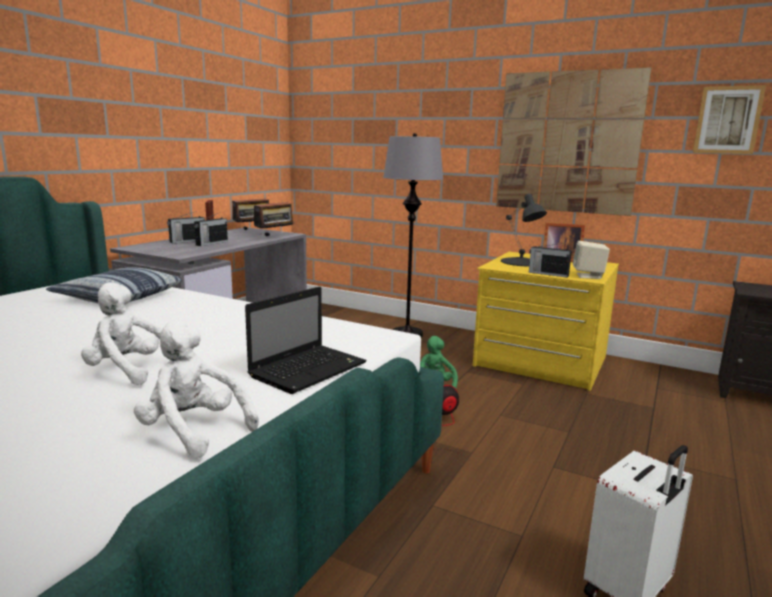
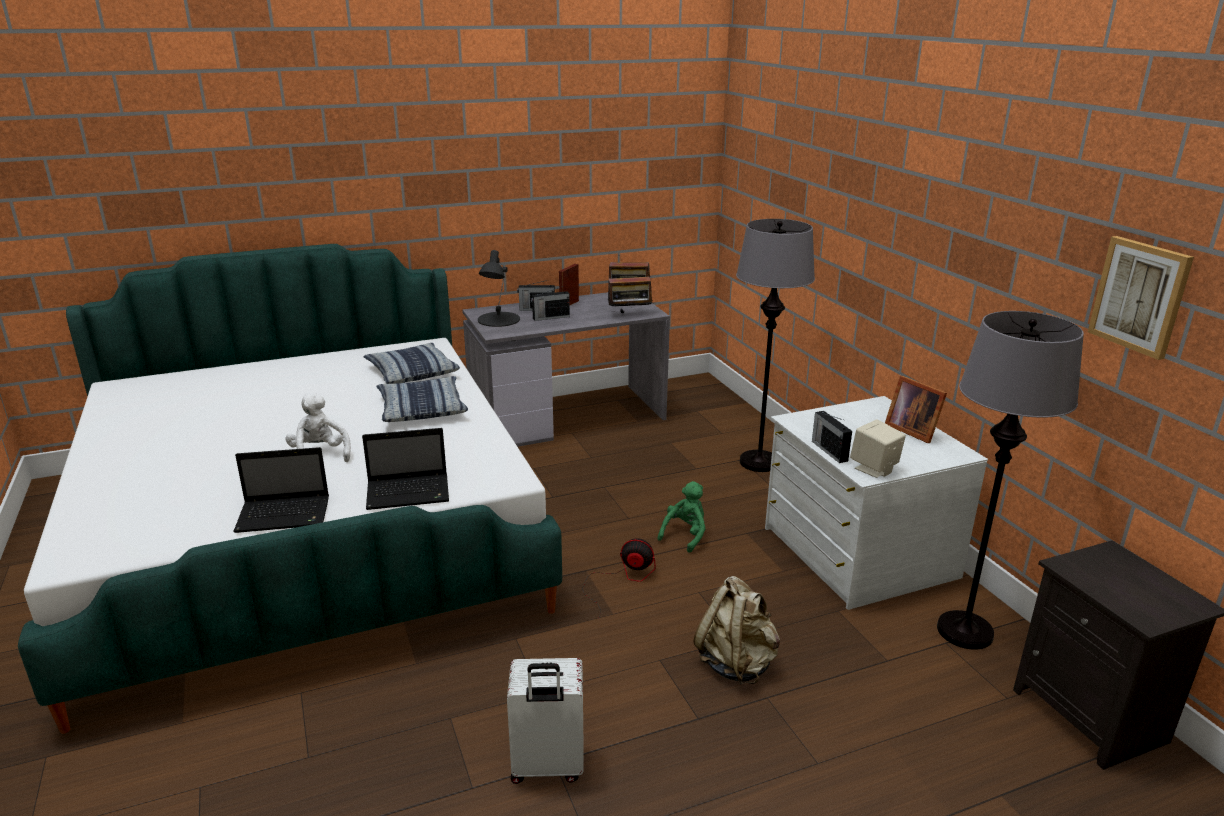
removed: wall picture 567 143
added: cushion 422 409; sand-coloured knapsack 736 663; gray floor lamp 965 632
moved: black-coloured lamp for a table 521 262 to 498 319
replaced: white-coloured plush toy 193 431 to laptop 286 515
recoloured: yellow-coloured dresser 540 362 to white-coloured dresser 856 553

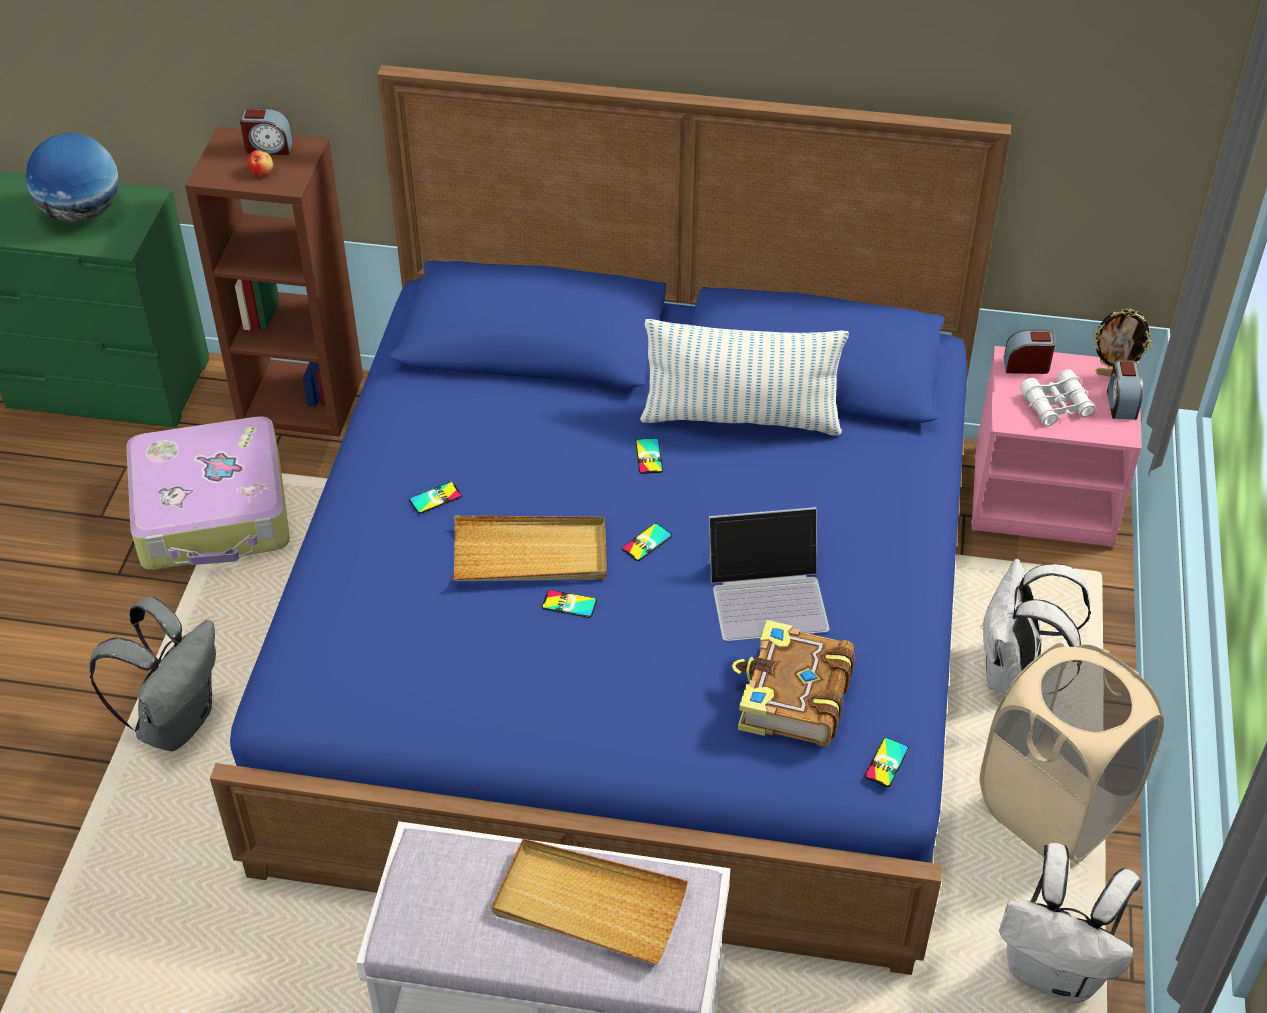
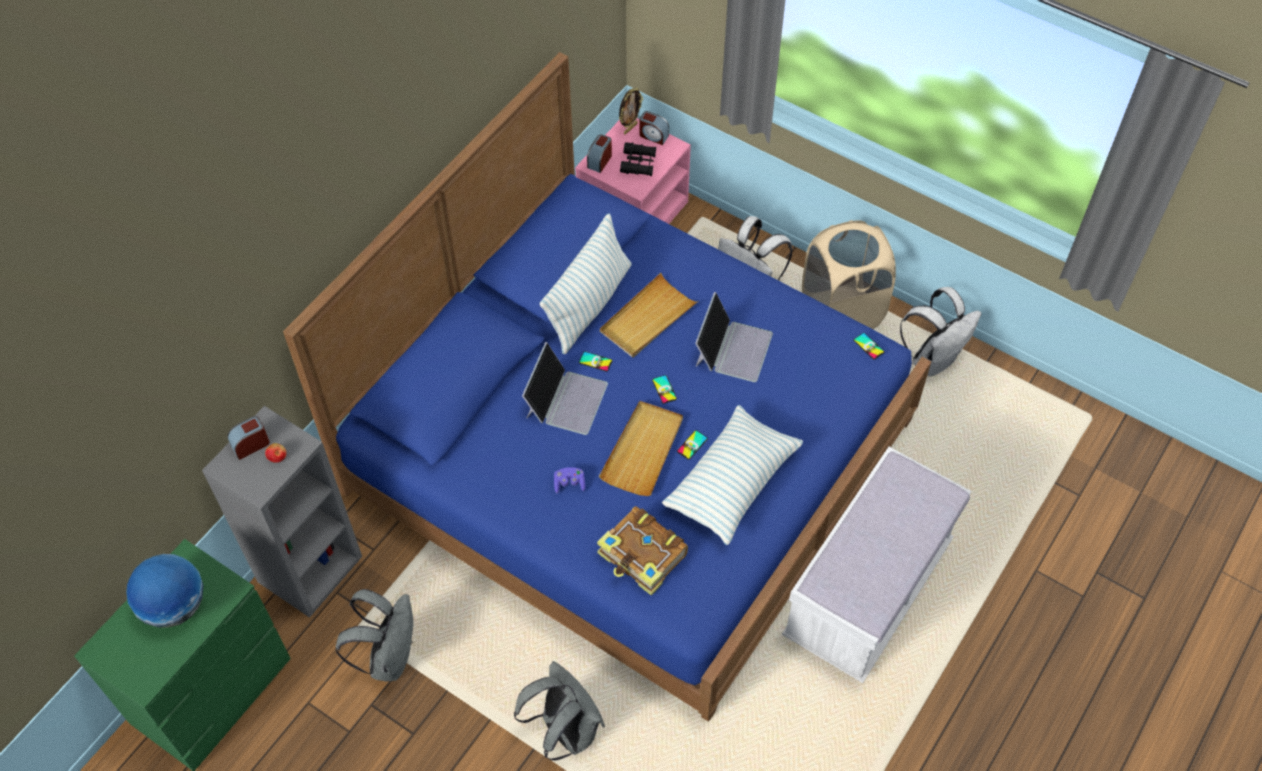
added: laptop 566 399; cushion 732 483
moved: volume 792 698 to 642 557; sand-coloured tray 588 904 to 647 318
replaced: piece of luggage 213 512 to gray knapsack 389 656; phone 435 498 to purple-coloured joypad 569 483
recoloured: brown bookshelf 302 399 to gray bookshelf 310 568; white-coloured field glasses 1056 405 to black-coloured field glasses 638 163
turned: table clock 268 147 = 251 444 150 degrees counterclockwise

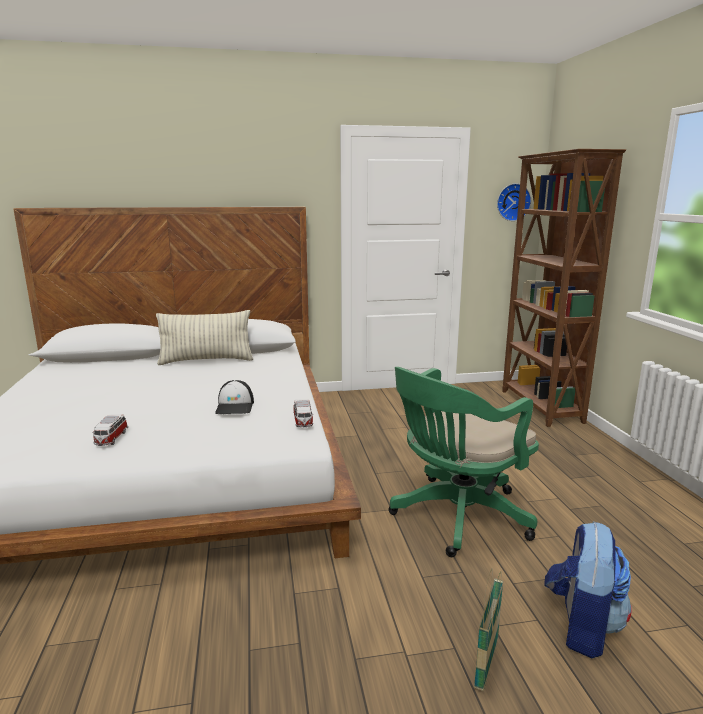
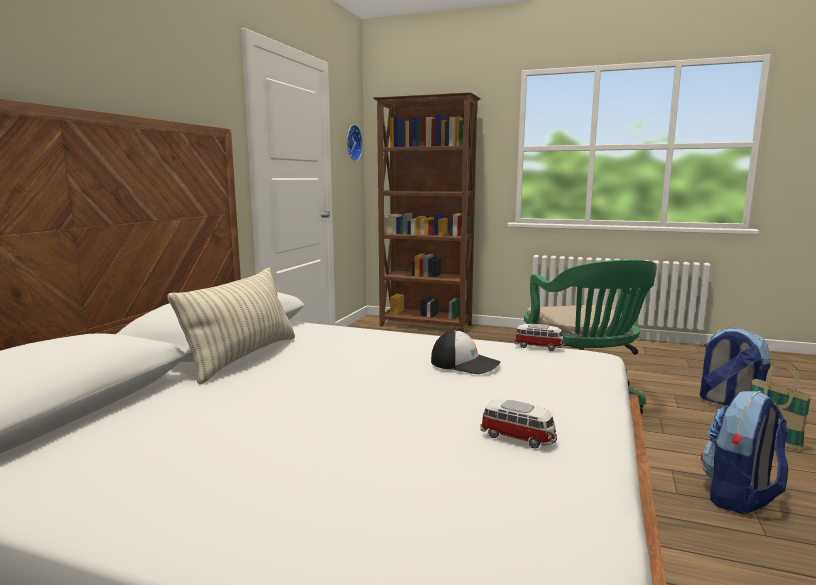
added: knapsack 740 497

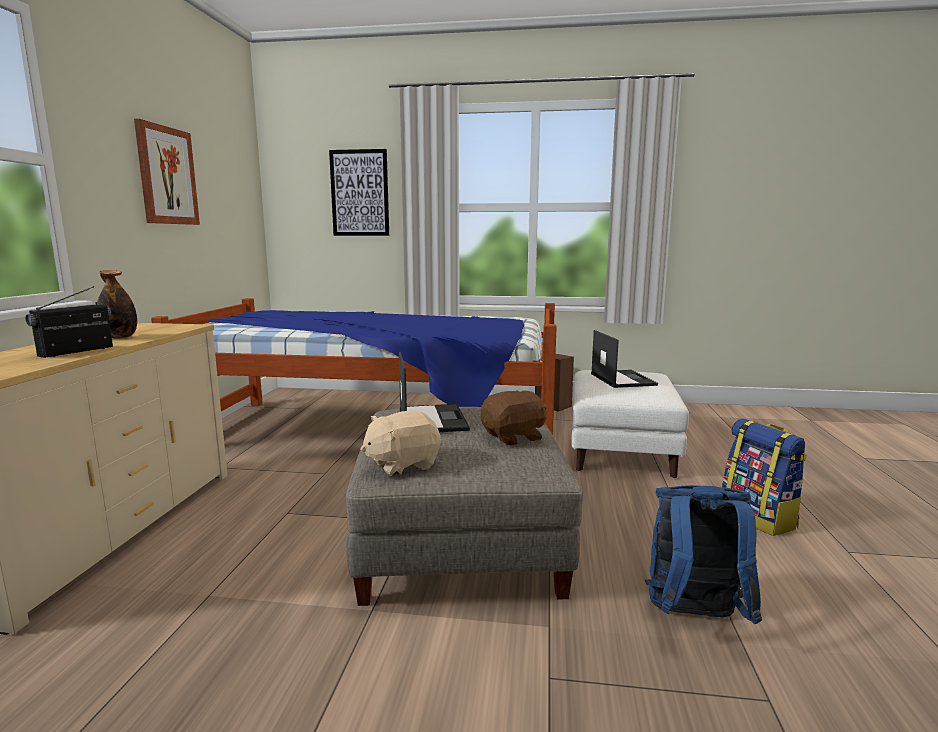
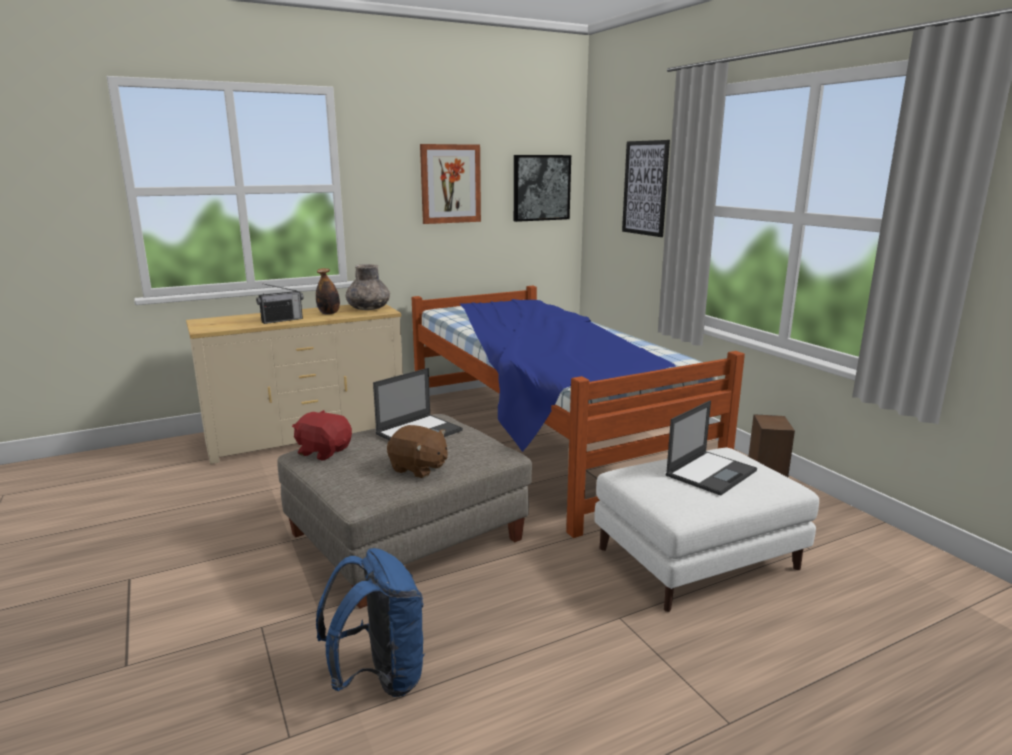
removed: knapsack 759 518
added: gray vase 368 309; wall picture 541 188
recoloured: sand-coloured plush toy 402 464 to red plush toy 324 451
turned: radio receiver 77 351 = 282 320 150 degrees clockwise

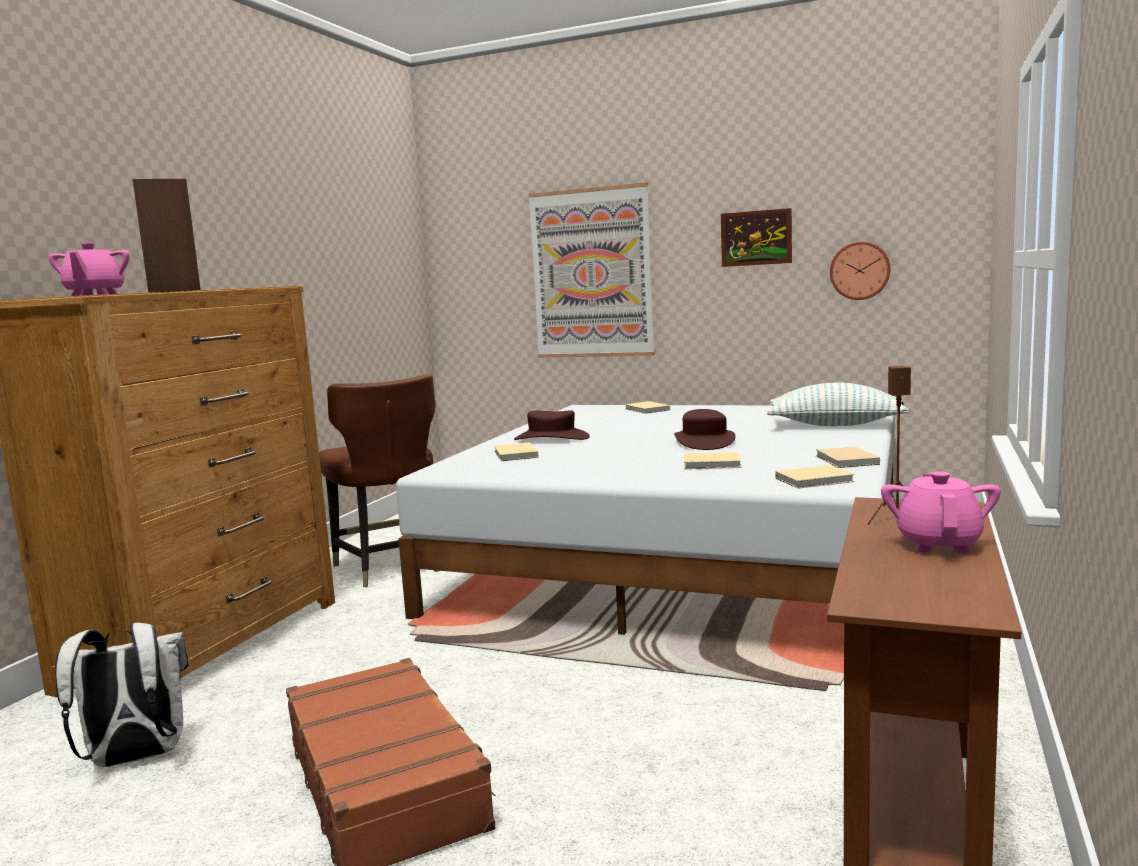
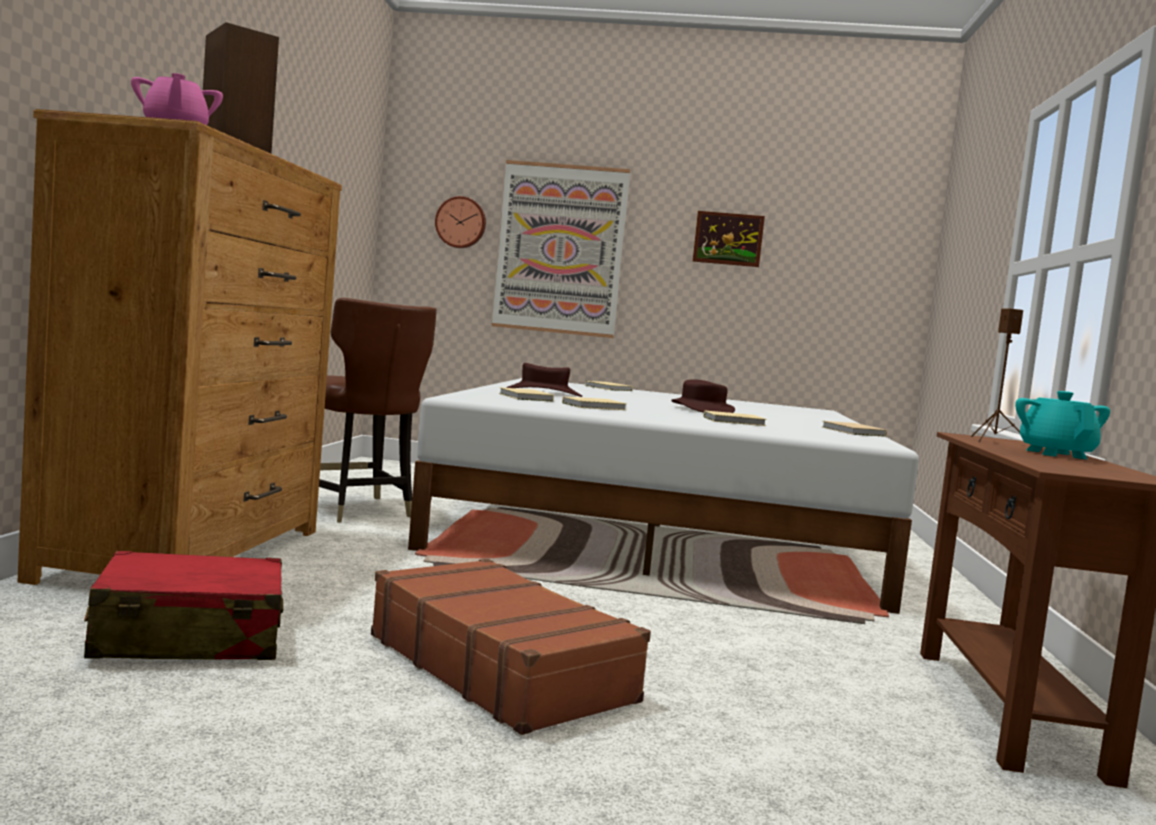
removed: cushion 835 425
moved: clock on the wall 860 270 to 461 222; sand-coloured volume 816 480 to 595 406
replaced: white-coloured knapsack 134 759 to red piece of luggage 188 638
recoloured: pink tea pot 939 544 to blue-green tea pot 1056 454

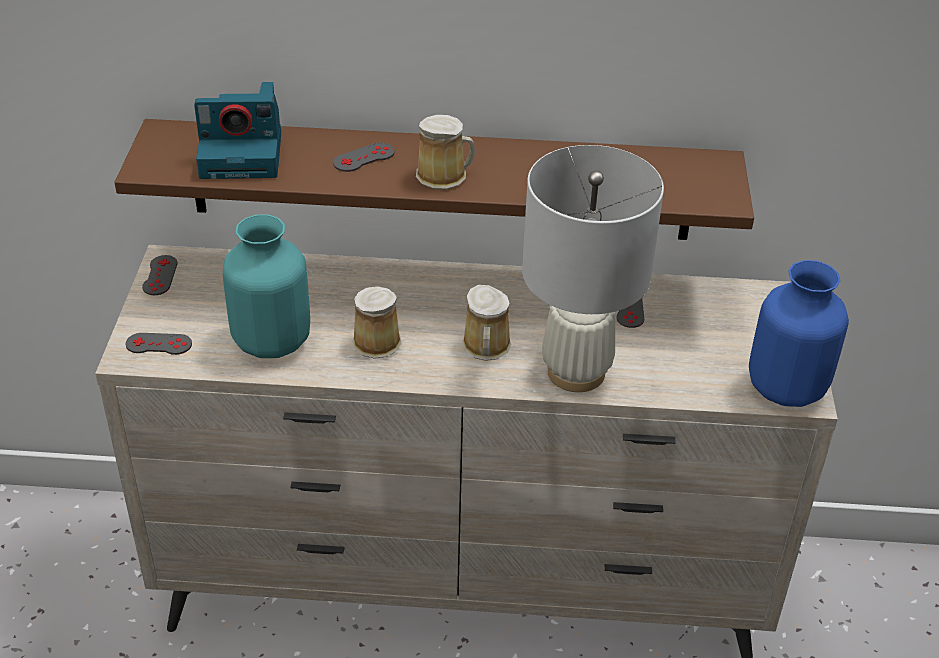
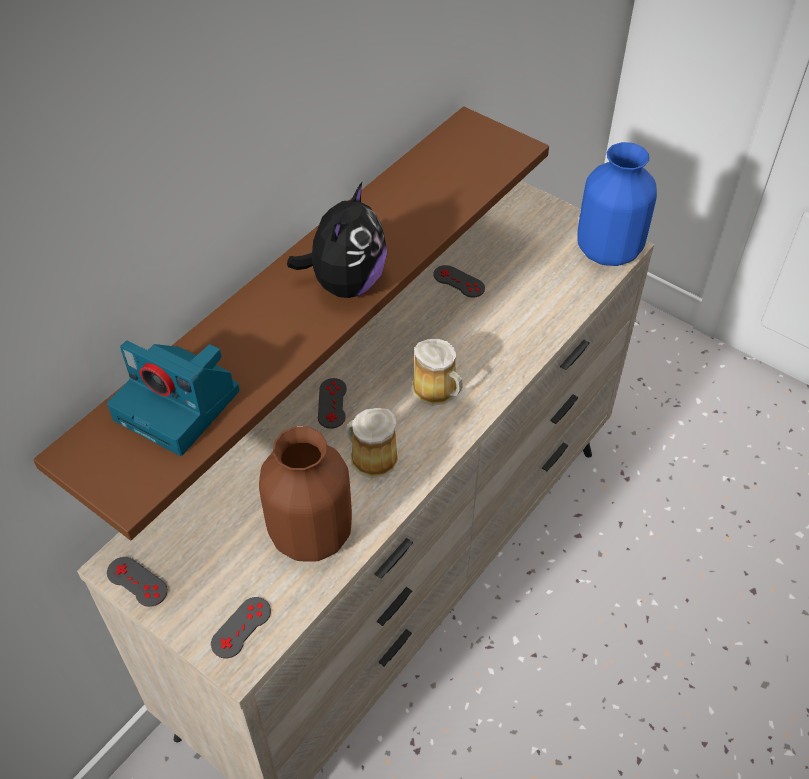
removed: white-coloured lamp for a table 576 372
moved: gray joypad 364 158 to 332 403
replaced: tea mug 444 176 to plush toy 345 283
recoloured: blue-green vase 270 341 to brown vase 310 535
turned: photo camera 244 154 = 180 405 90 degrees clockwise

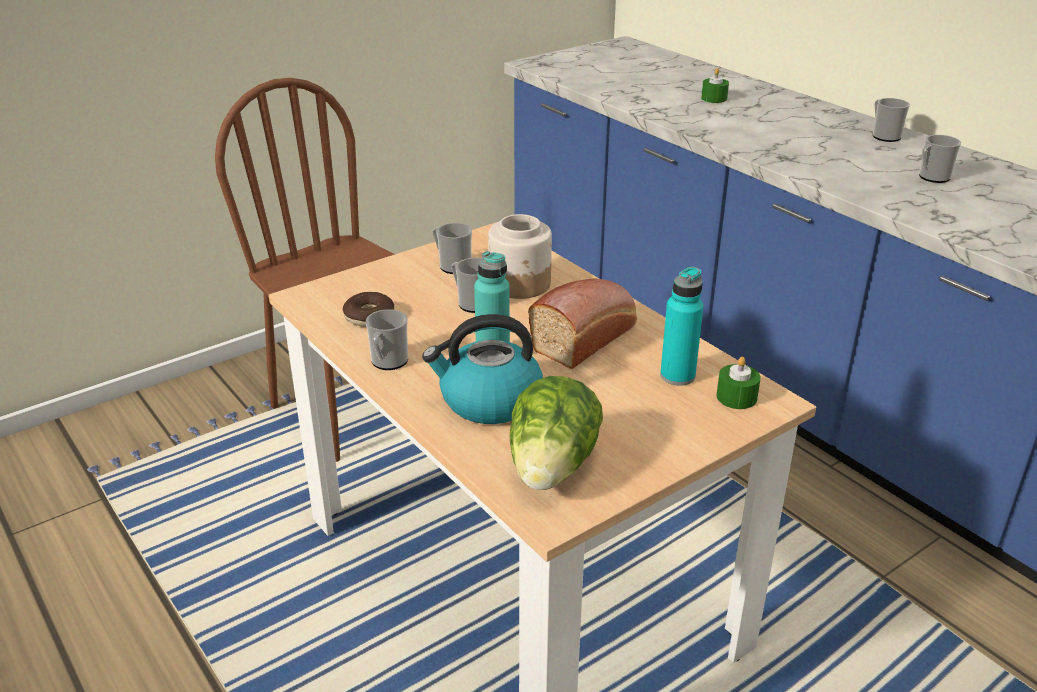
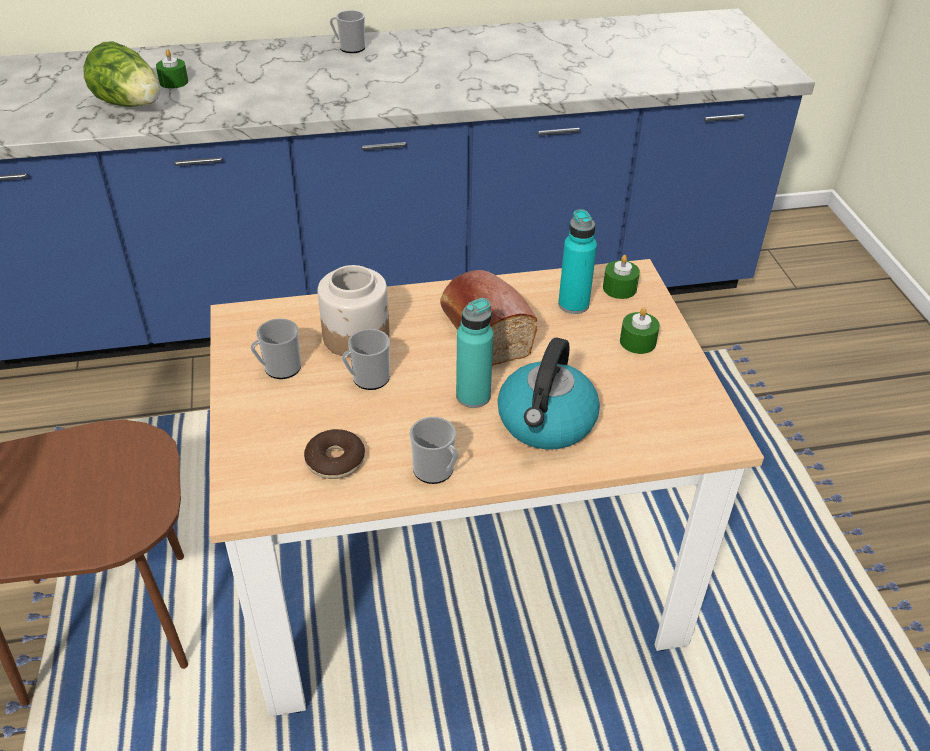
removed: tea mug 931 177
added: greenish candle 637 342
moved: lettuce 552 469 to 131 104

